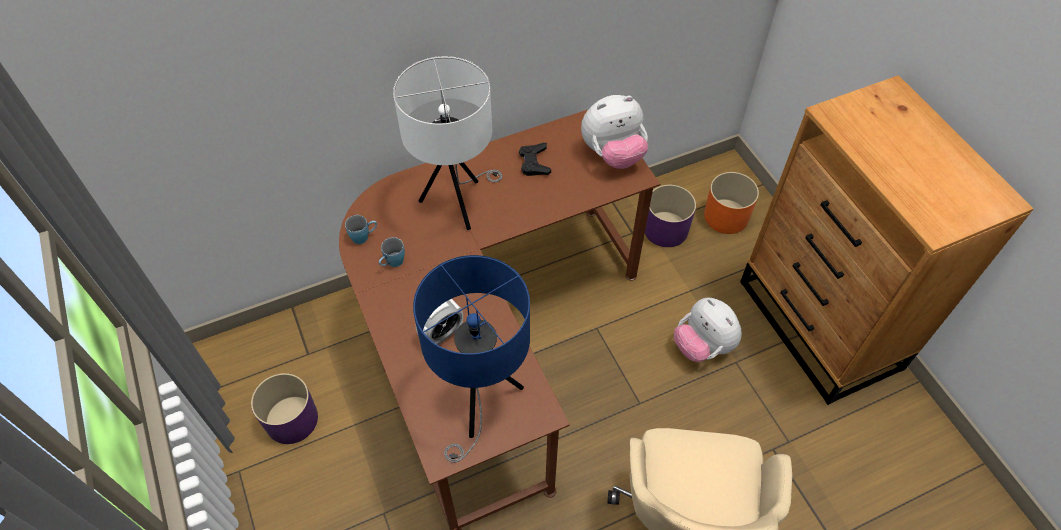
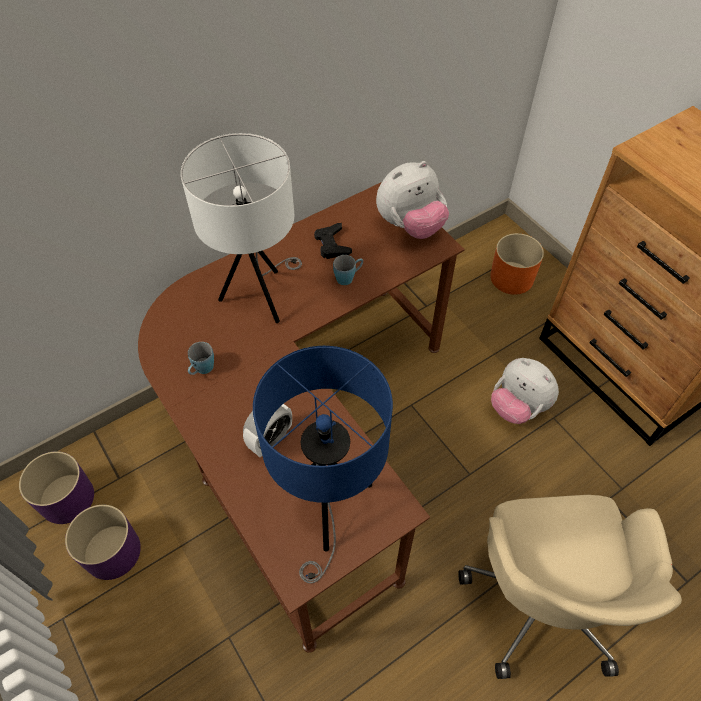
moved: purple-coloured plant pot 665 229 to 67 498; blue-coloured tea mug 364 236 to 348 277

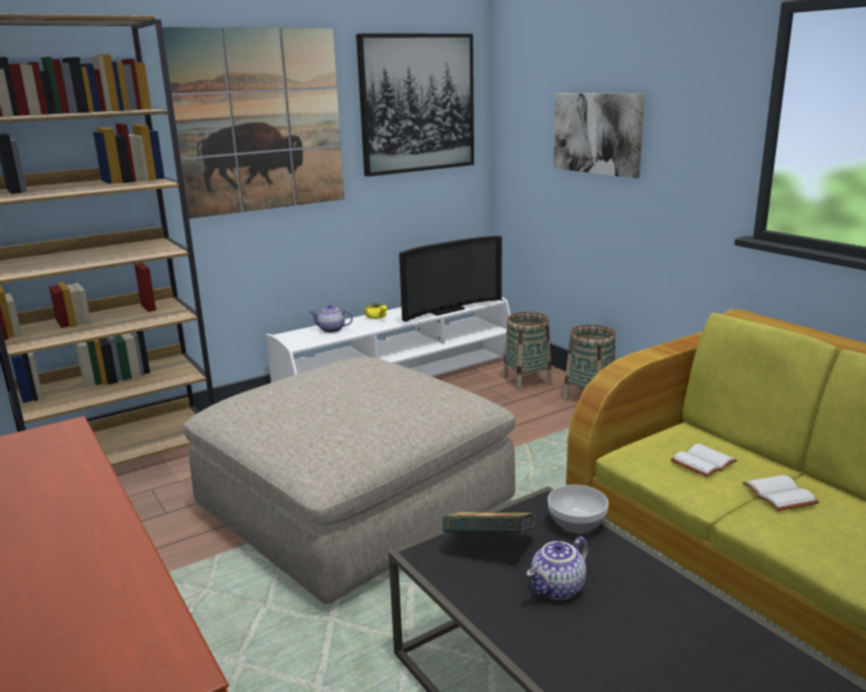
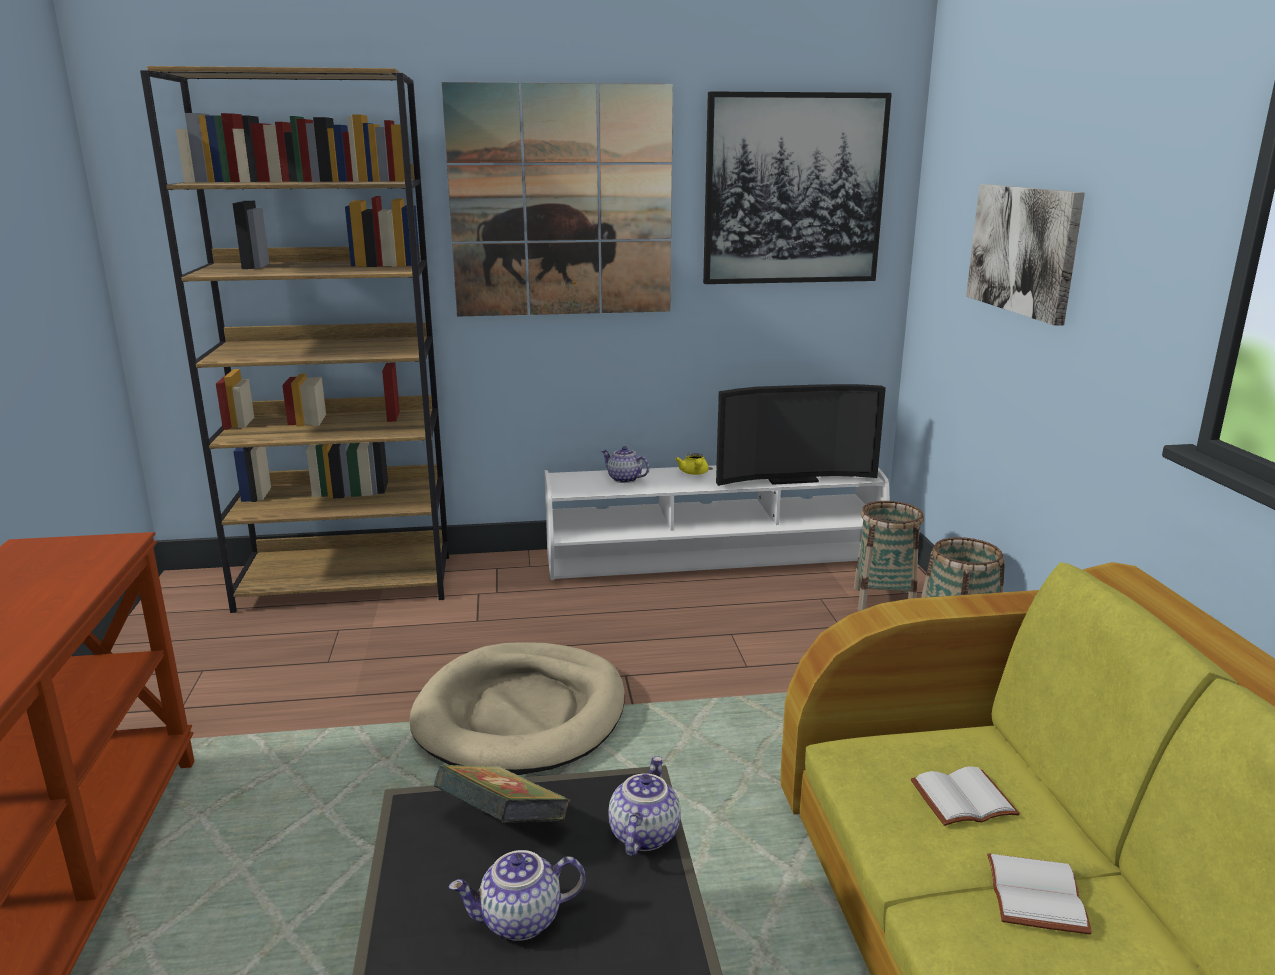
replaced: sand-coloured footrest 355 506 to sand-coloured pet bed 521 714; bowl 576 524 to tea pot 642 834

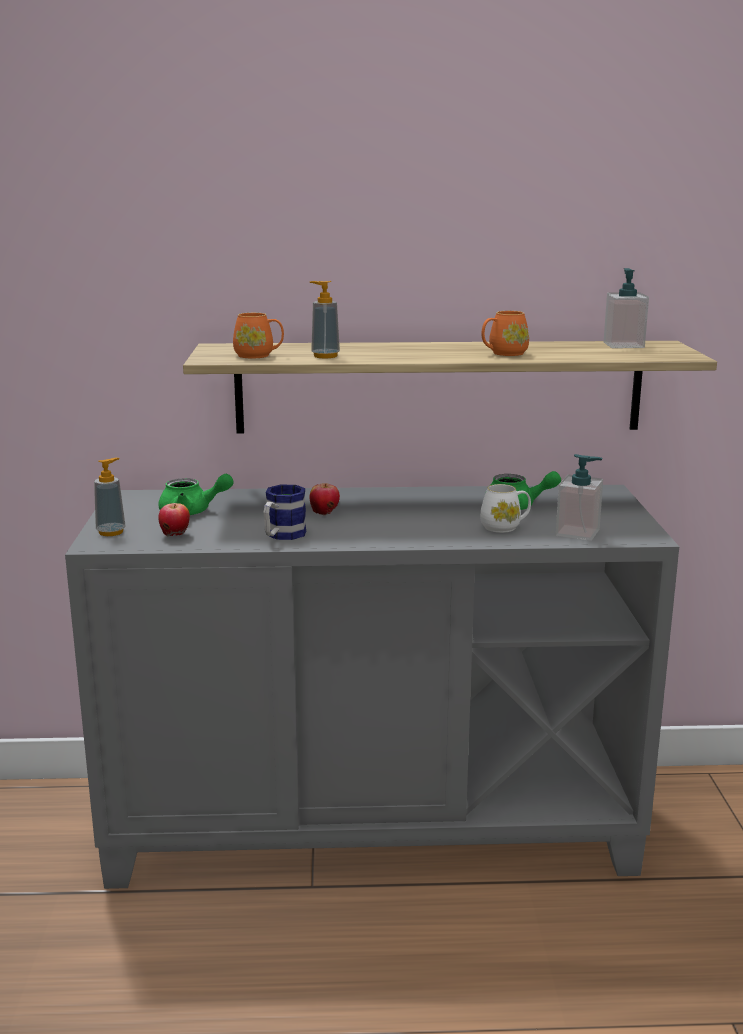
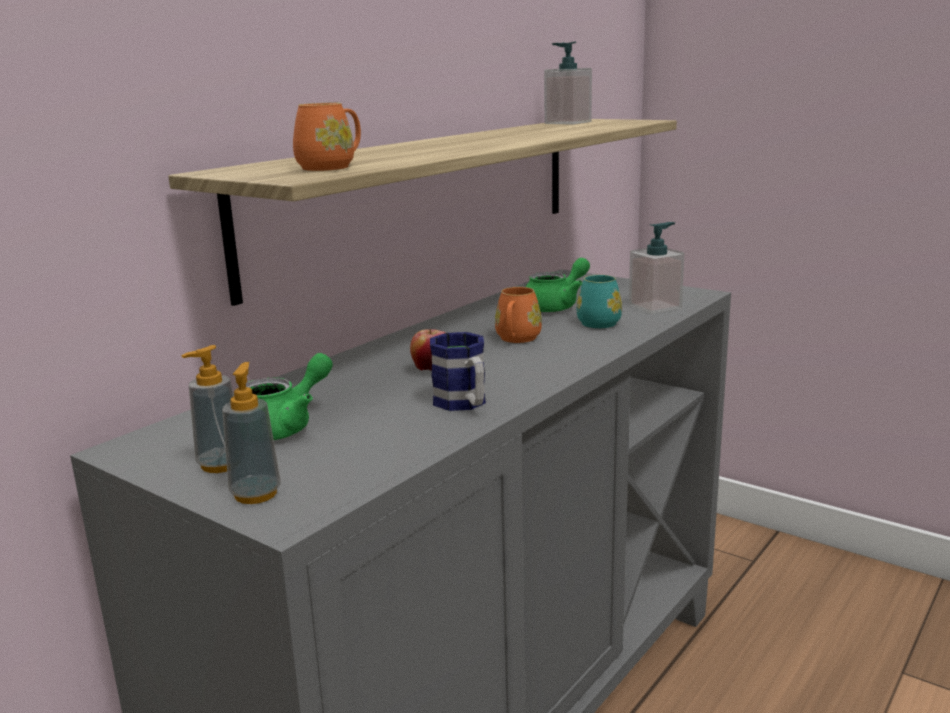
removed: whole apple 175 536
moved: liquid soap bottle 325 356 to 221 464; orange tea mug 503 353 to 516 339
recoloured: white-coloured tea mug 505 527 to blue-green tea mug 601 321

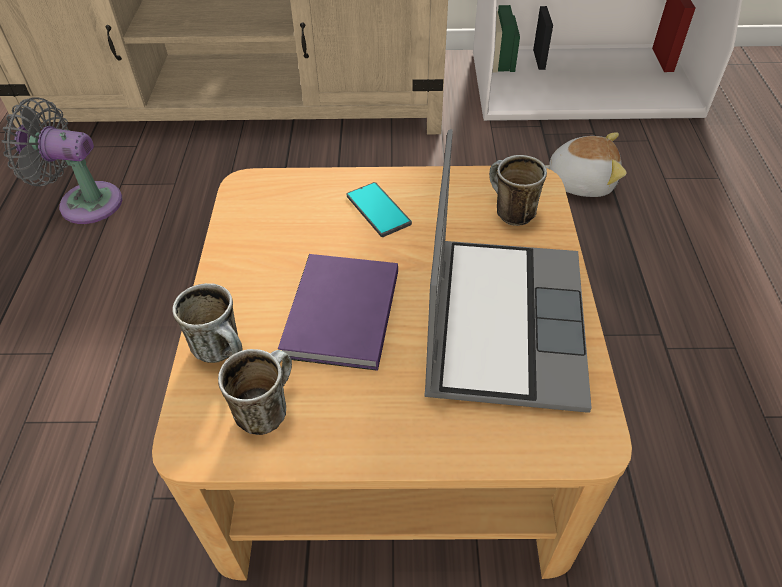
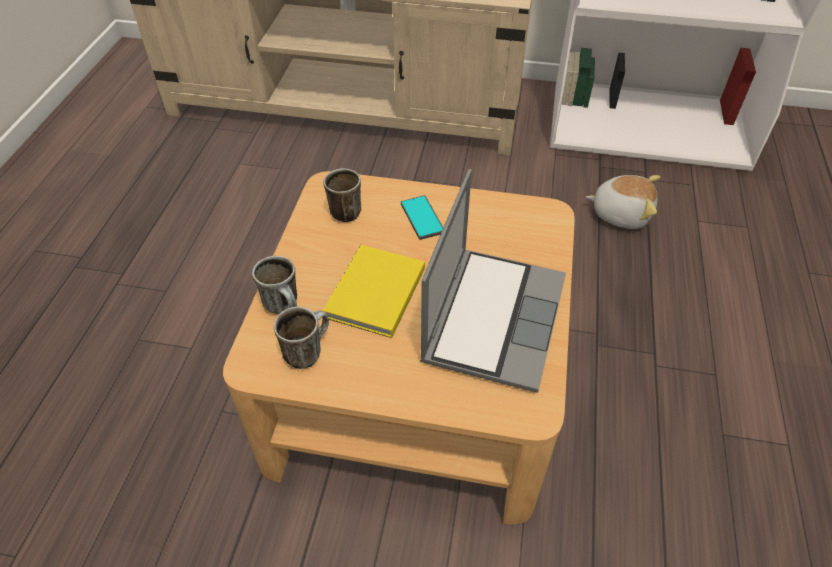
removed: gray cooling fan 84 202
moved: tea mug 508 212 to 342 211
recoloured: purple-coloured volume 339 316 to yellow-coloured volume 373 294

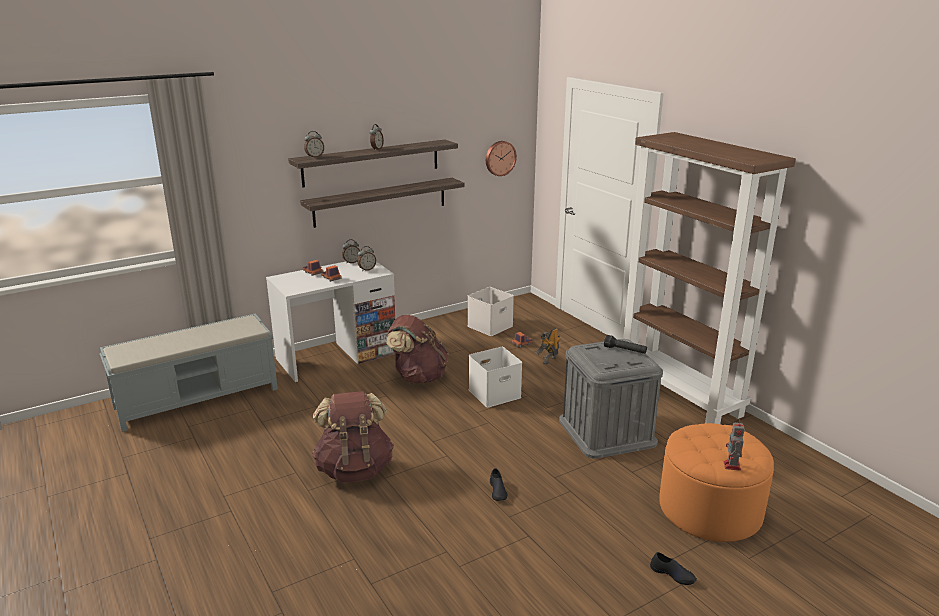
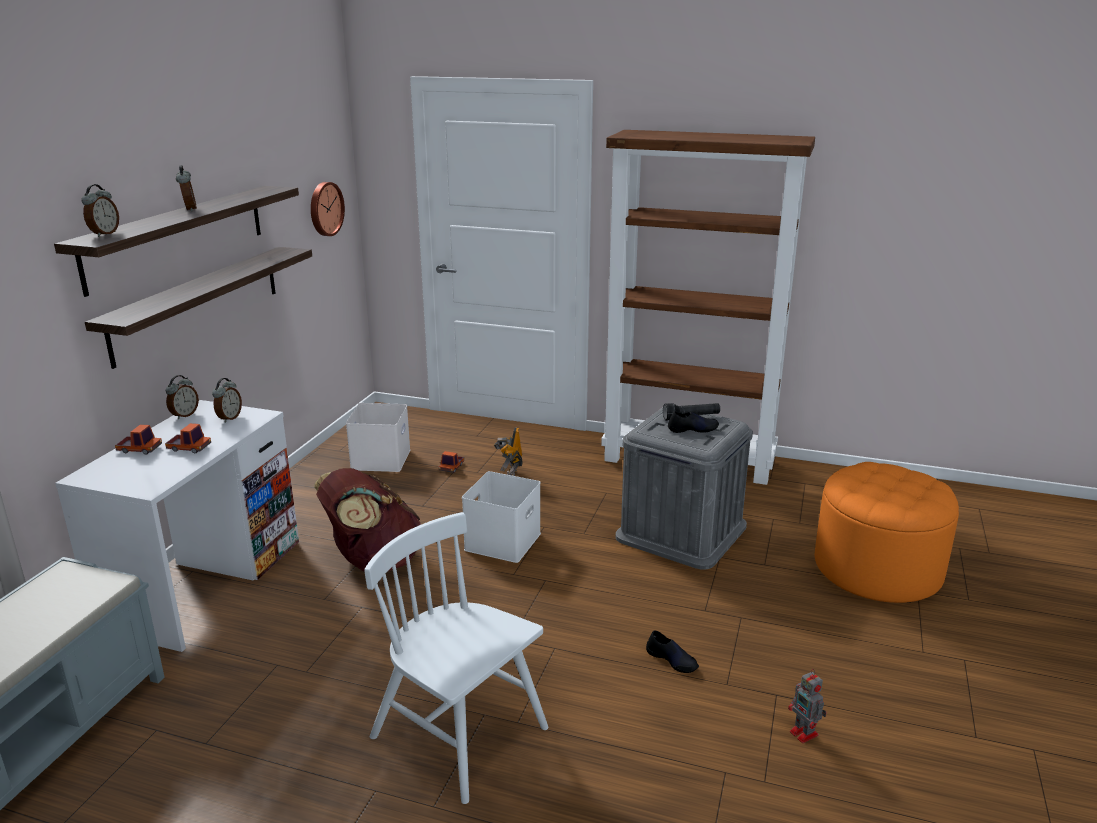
moved: black-coloured item of footwear 672 574 to 692 429; robot figure 732 466 to 805 734
replaced: brown knapsack 354 469 to white-coloured plain chair 460 734

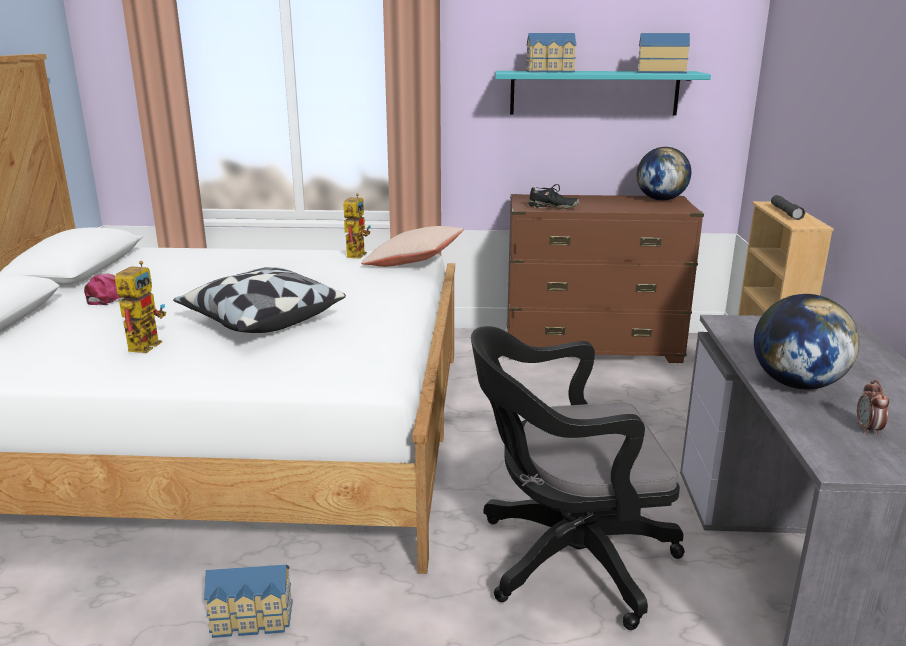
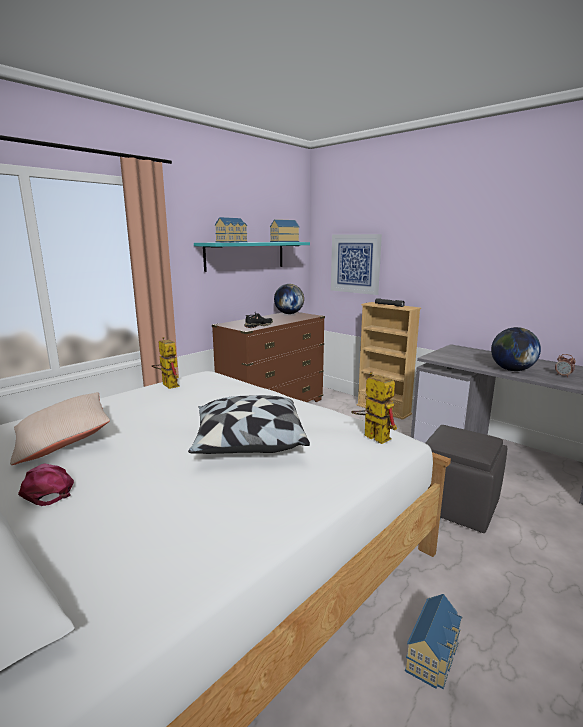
added: wall picture 355 263
moved: sand-coloured cushion 414 262 to 62 441; robot figure 146 343 to 371 436
replaced: black-coloured computer chair 565 558 to gray footrest 454 504

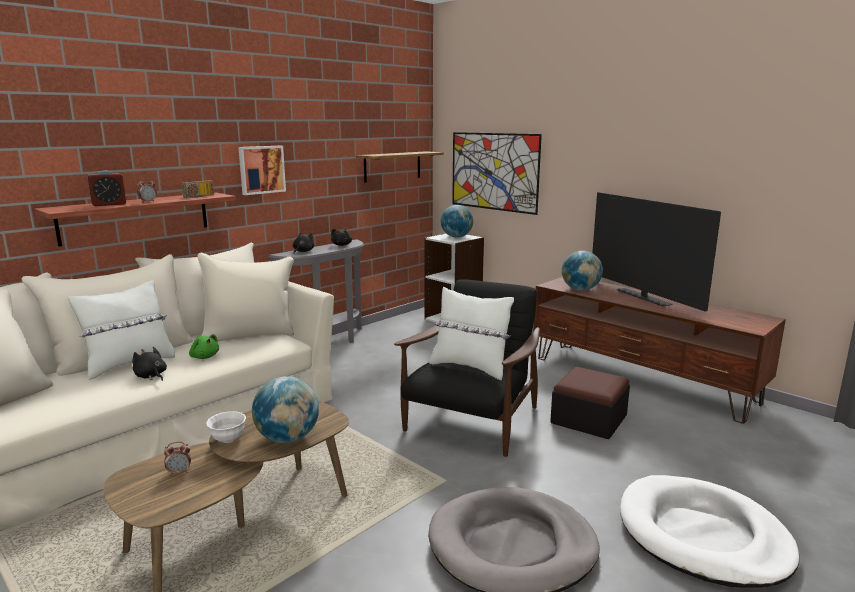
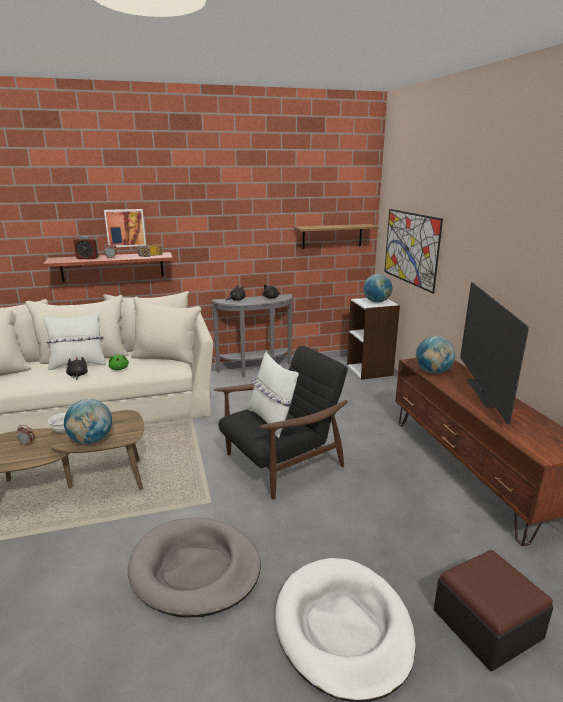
moved: wall picture 261 169 to 125 228; footrest 589 419 to 487 624

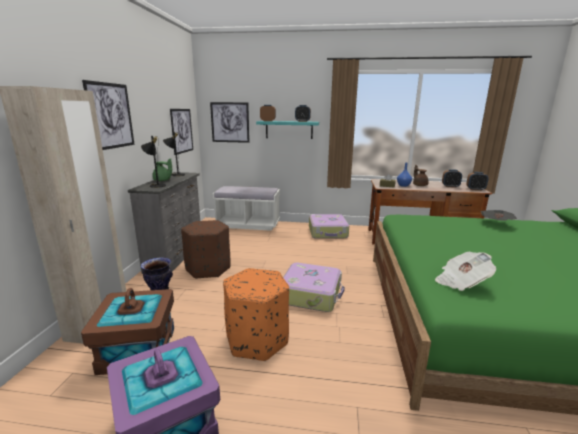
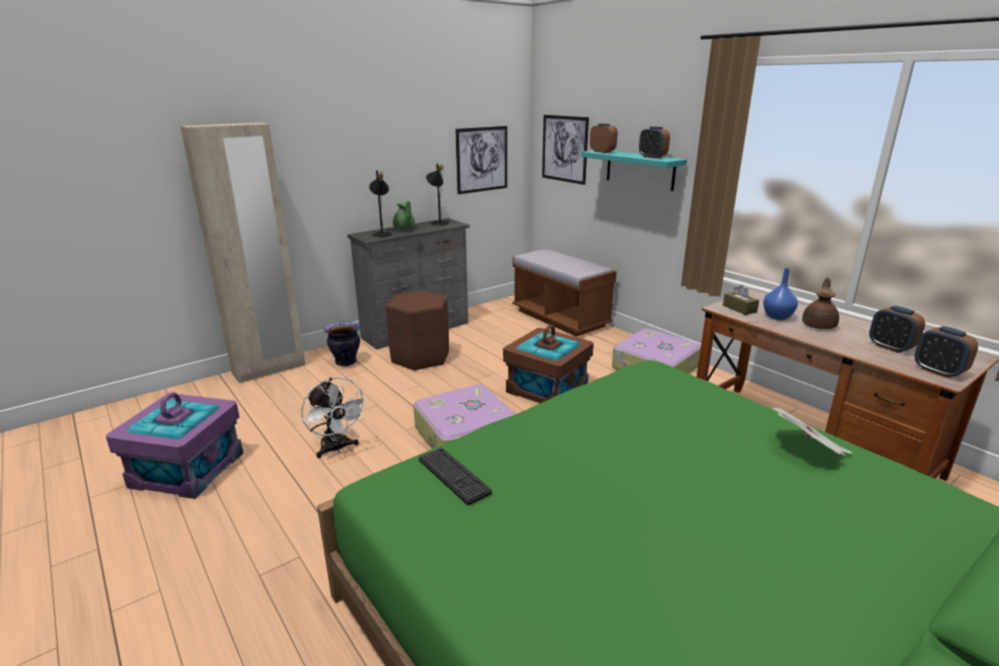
removed: wall picture 110 116
moved: brown storage container 137 349 to 546 388
replaced: orange footrest 257 339 to white-coloured cooling fan 337 449; daily paper 461 282 to keyboard 454 476
recoloured: white-coloured indoor bench 248 225 to brown indoor bench 560 318

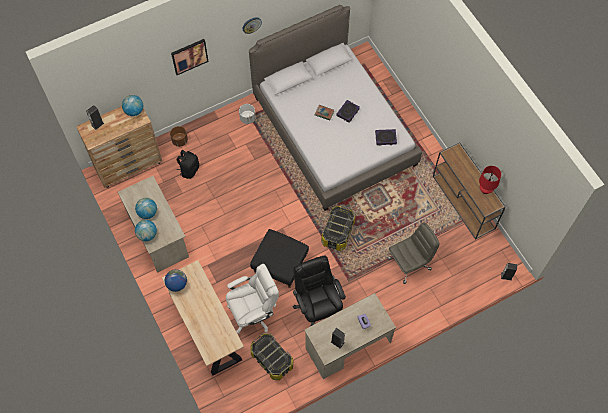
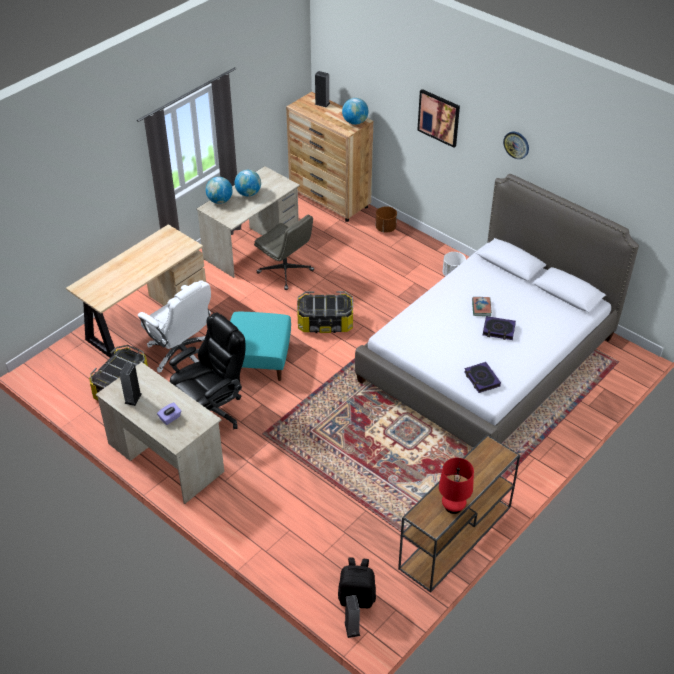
removed: world globe 177 284
moved: gray computer chair 409 263 to 286 272; storage container 338 232 to 325 323; black-coloured knapsack 189 170 to 357 597
recoloured: black-coloured footrest 279 264 to blue-green footrest 258 358

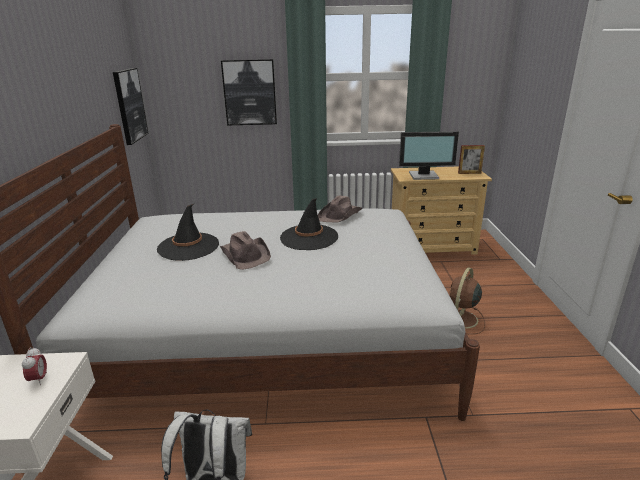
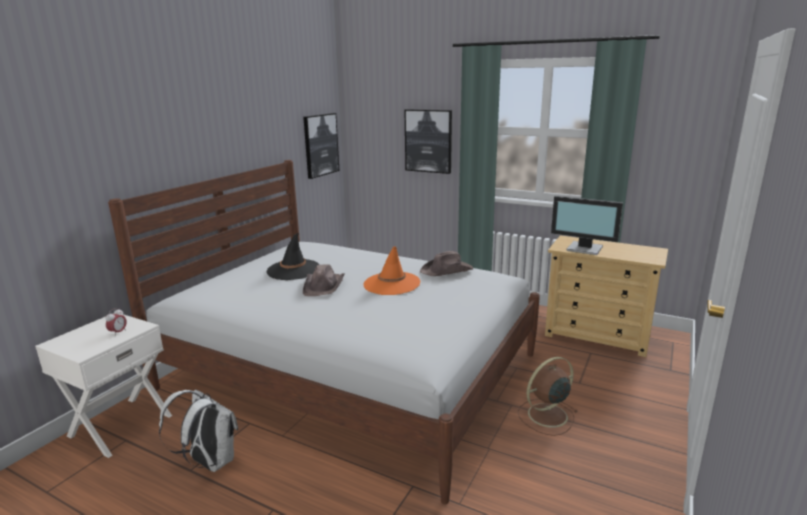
removed: picture frame 469 173
recoloured: black-coloured hat 309 237 to orange hat 391 284

